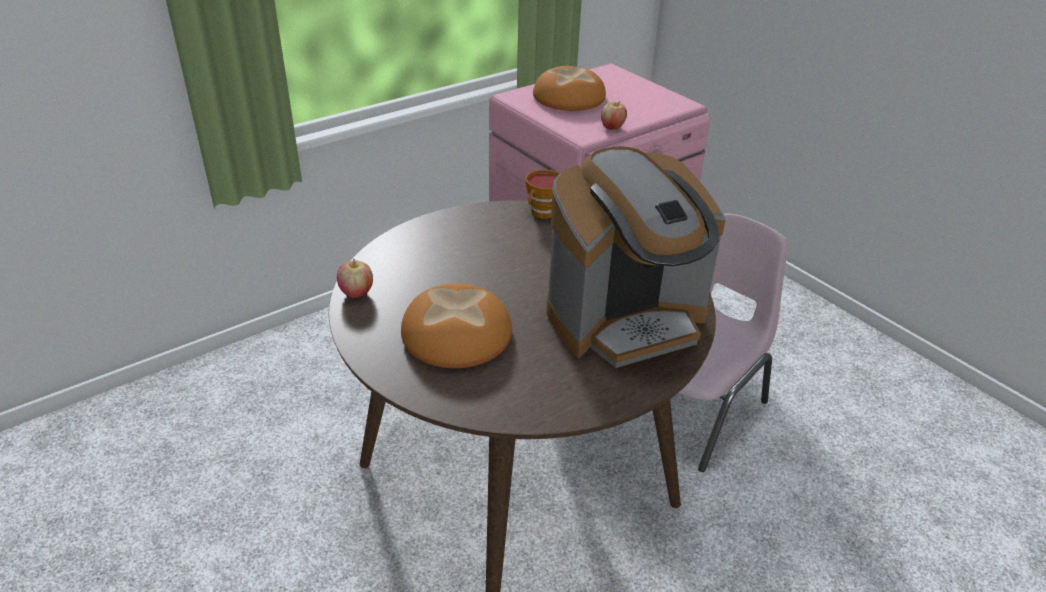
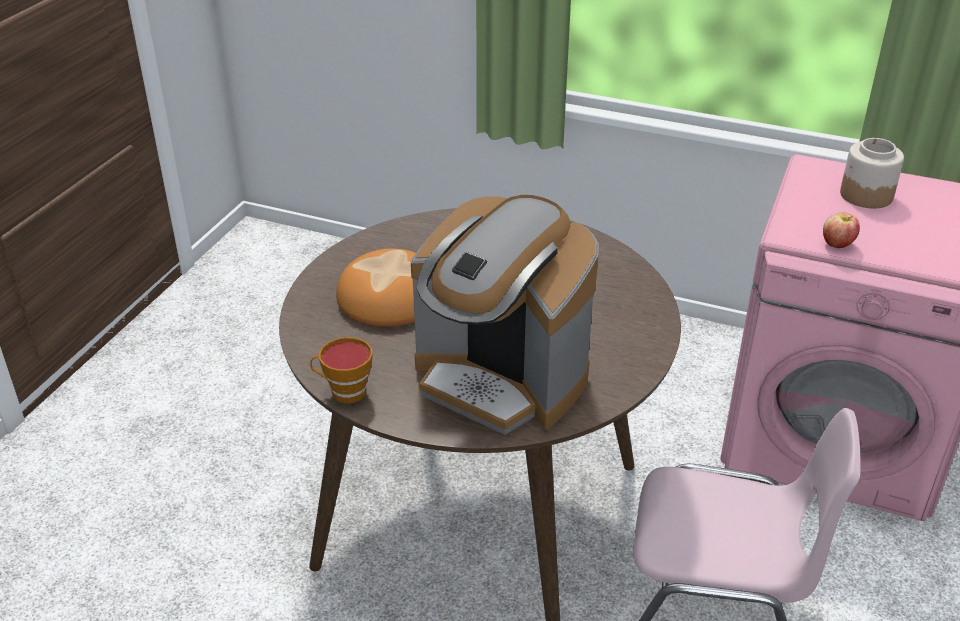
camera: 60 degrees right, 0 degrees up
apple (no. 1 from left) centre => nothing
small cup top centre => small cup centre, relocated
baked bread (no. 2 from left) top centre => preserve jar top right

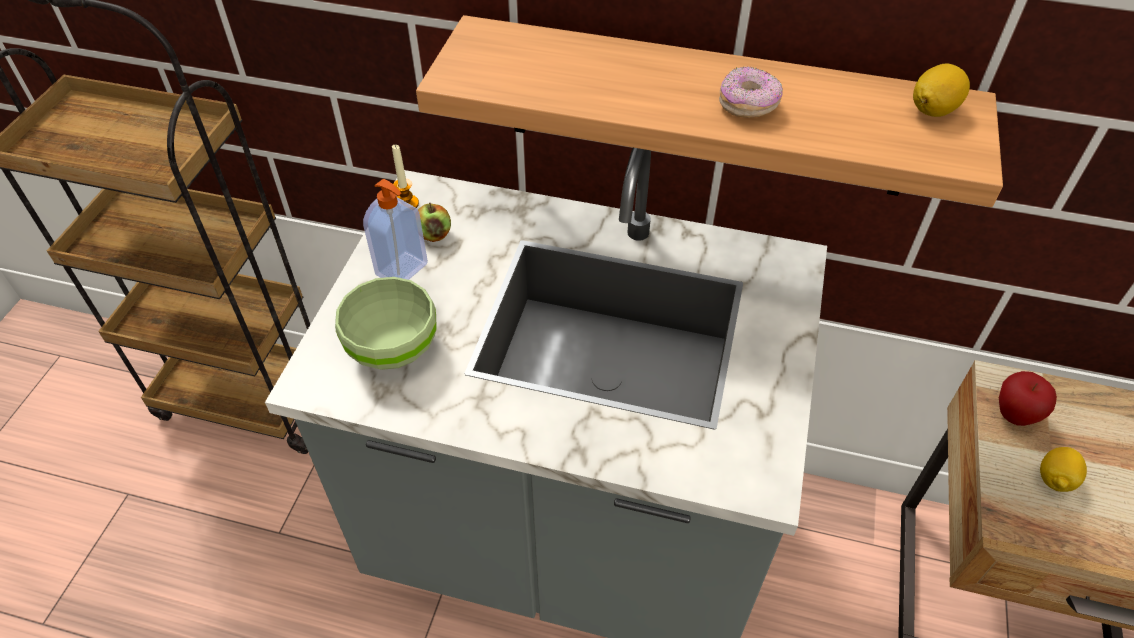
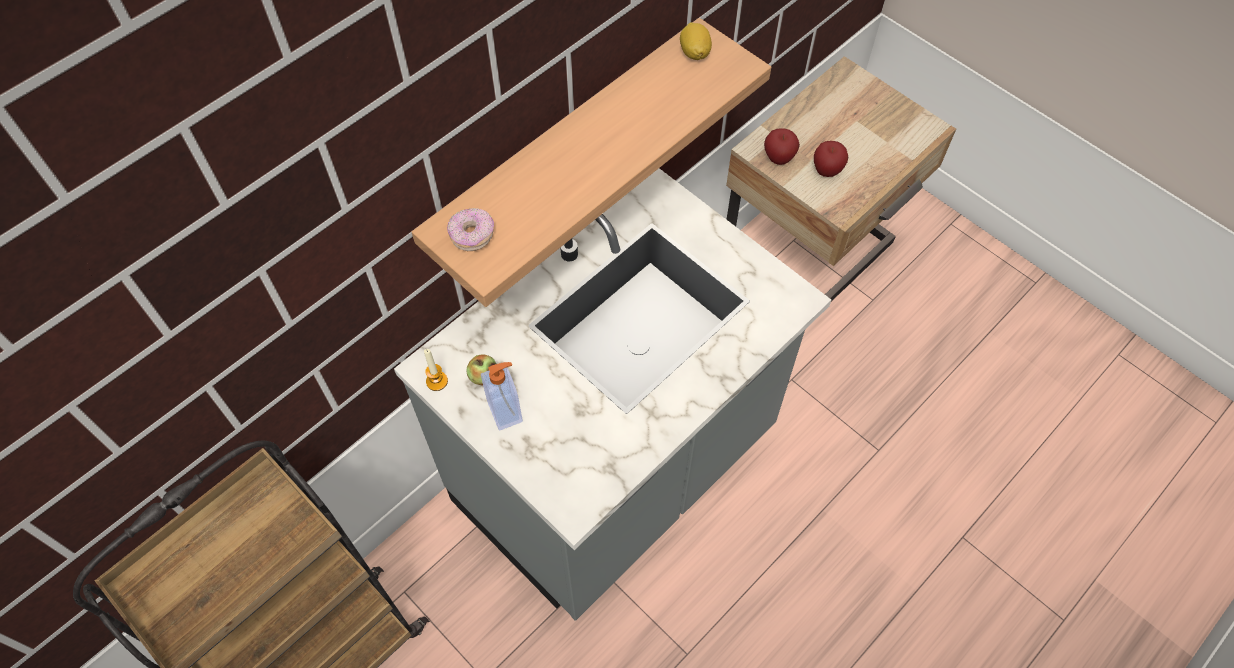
camera: 60 degrees left, 10 degrees up
deep dish/green-coloured centre => nothing
doughnut top centre => doughnut centre, relocated
whole lemon (no. 2 from left) bottom right => apple (no. 3 from left) top right

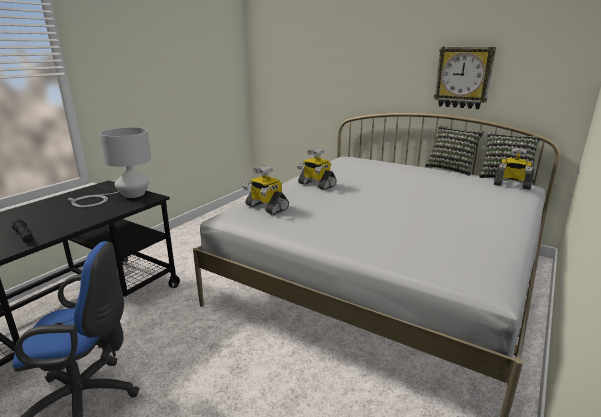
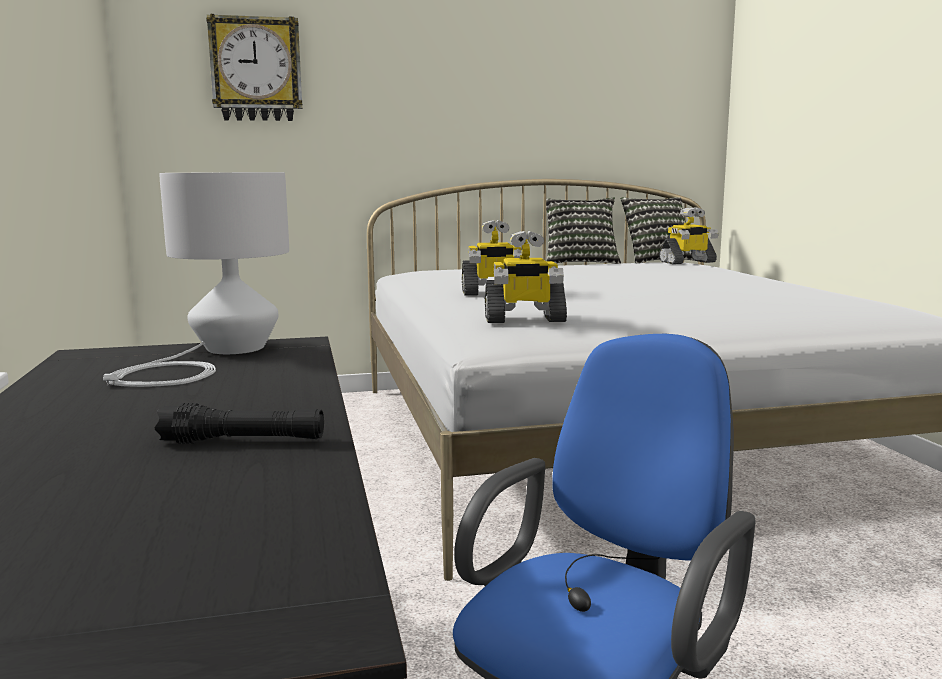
camera: 45 degrees left, 10 degrees down
clock on the wall top right => clock on the wall top left, relocated

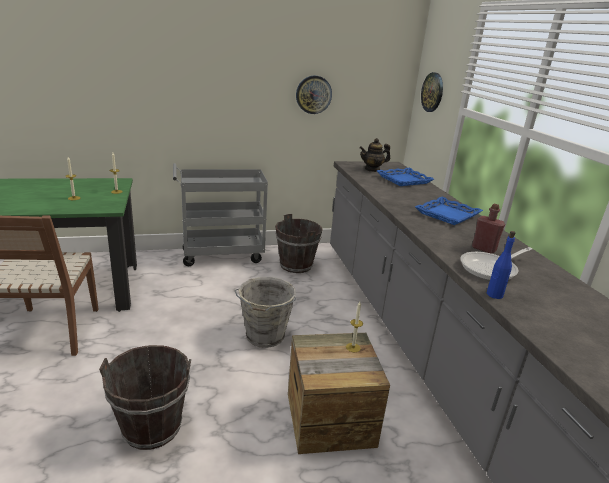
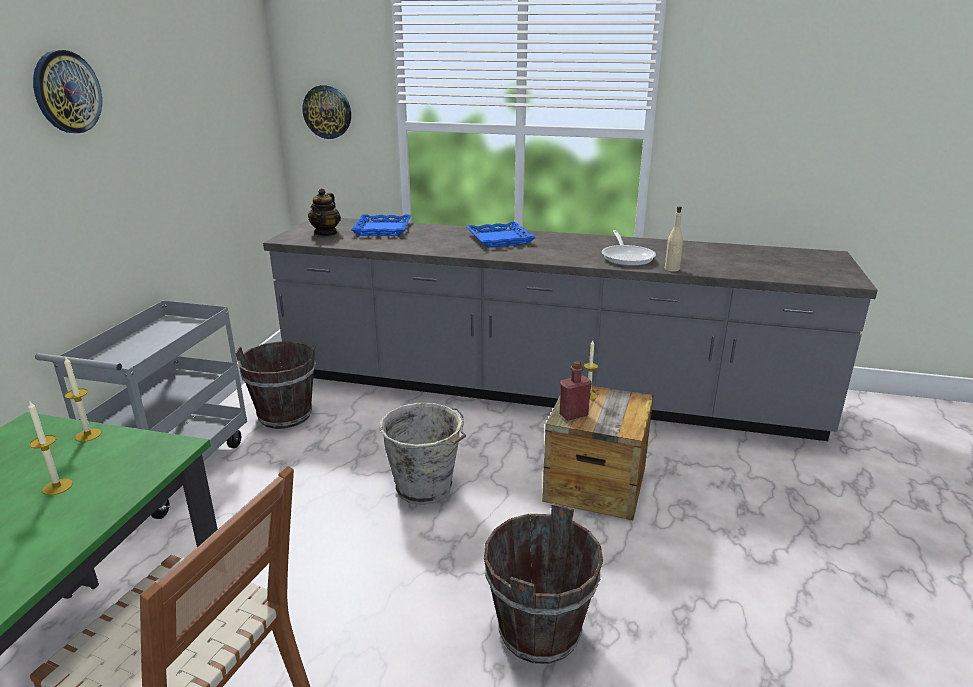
camera: 60 degrees left, 0 degrees up
clock on the wall (no. 1 from left) top centre => clock on the wall (no. 1 from left) top left, relocated
beverage bottle/red-coloured middle right => beverage bottle/red-coloured centre, relocated
beverage bottle/bluish middle right => beverage bottle/sand-coloured middle right

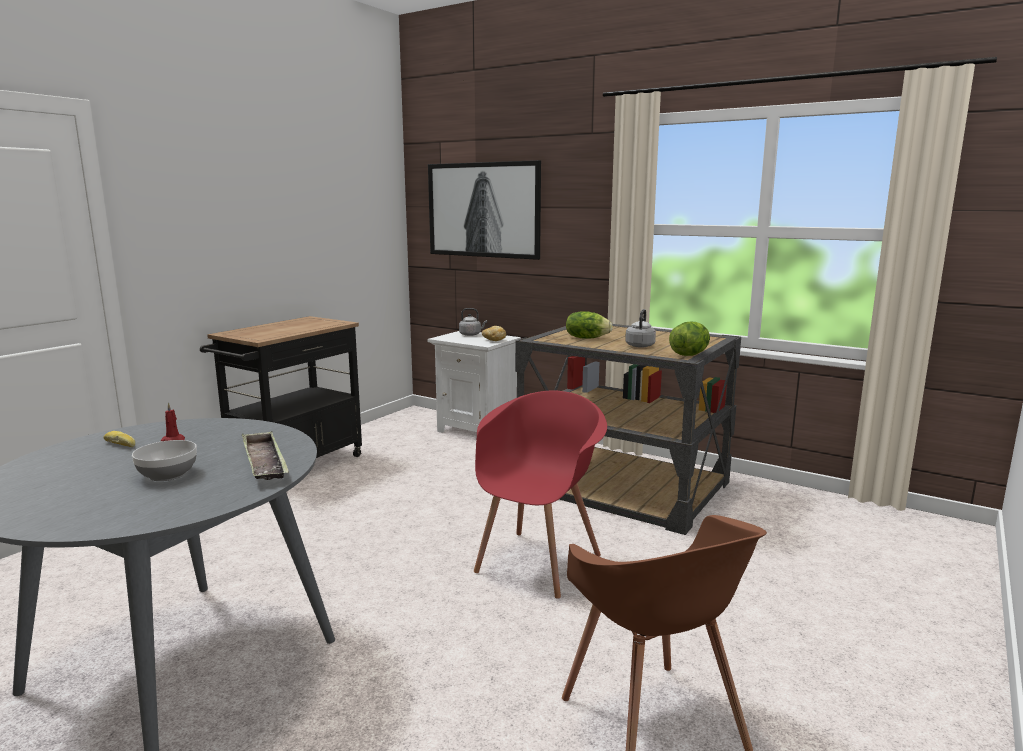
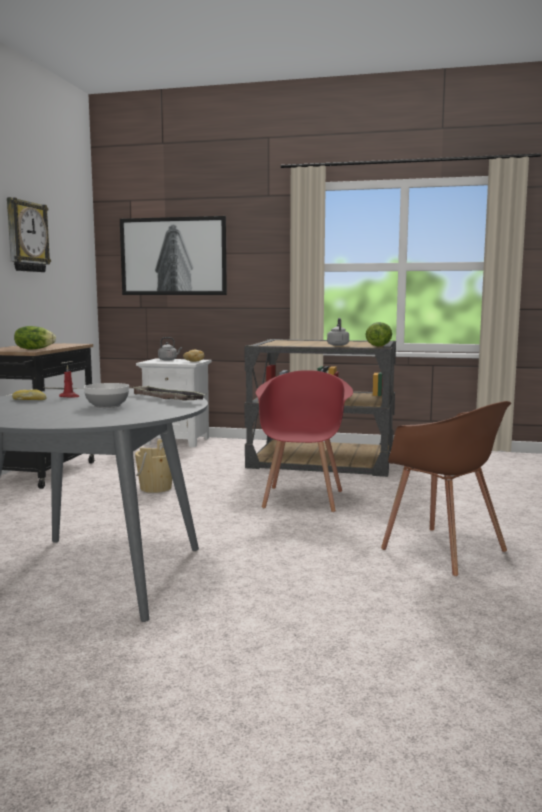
camera: 20 degrees left, 5 degrees down
lettuce (no. 1 from left) centre => lettuce (no. 1 from left) middle left, relocated
nothing => clock on the wall top left
nothing => bucket/sand-coloured middle left

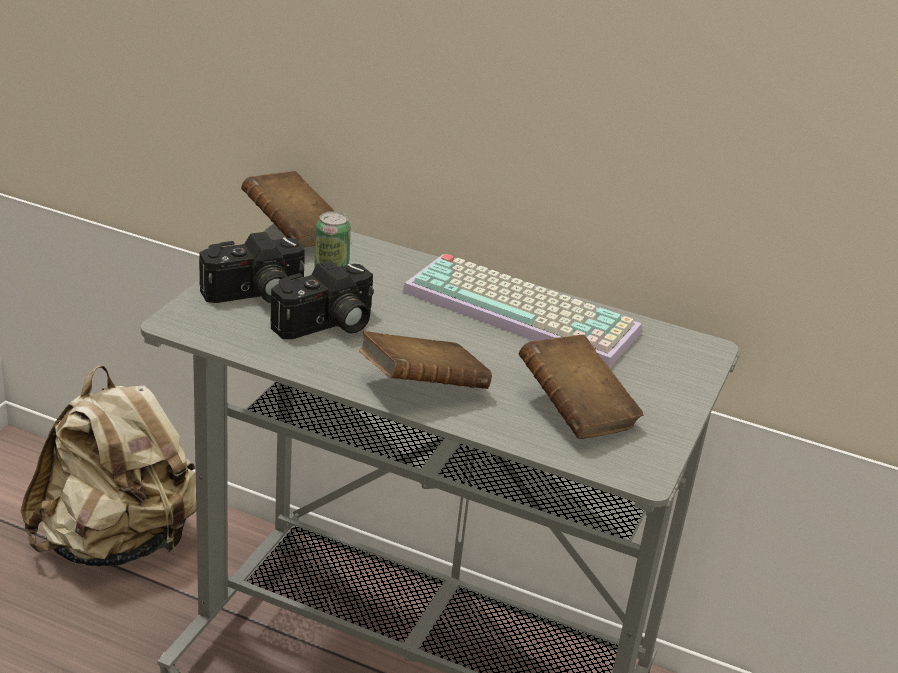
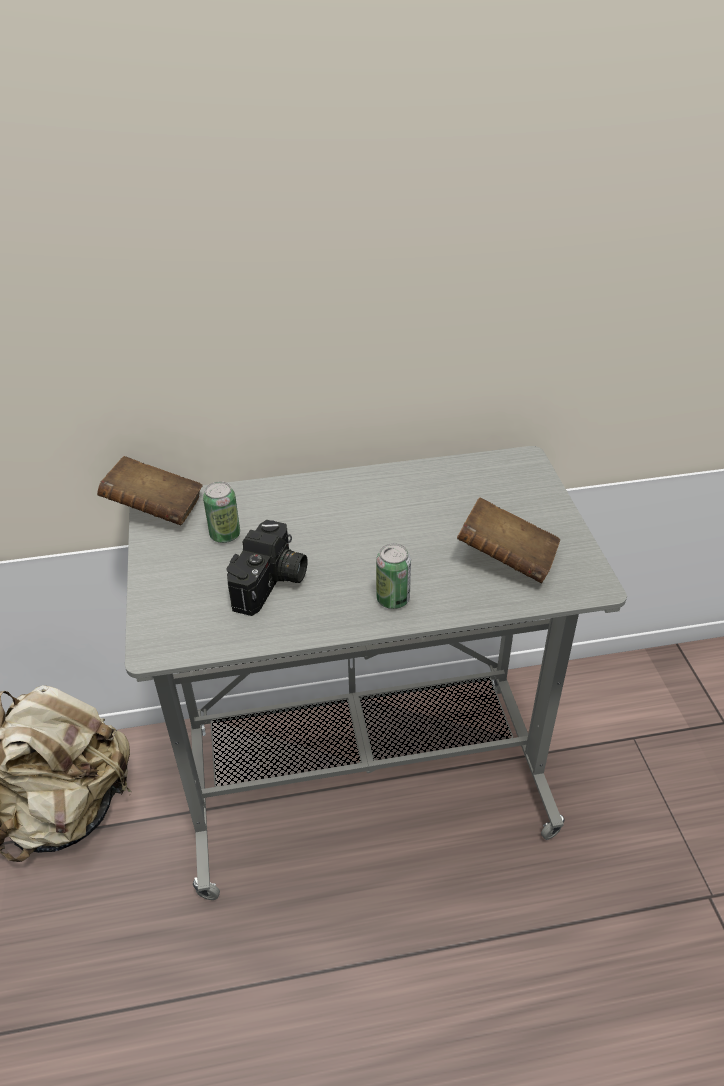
camera: 30 degrees left, 10 degrees up
photo camera (no. 1 from left) middle left => nothing
volume/brown-coloured (no. 2 from left) centre => can (no. 2 from left) centre
computer keyboard centre => nothing

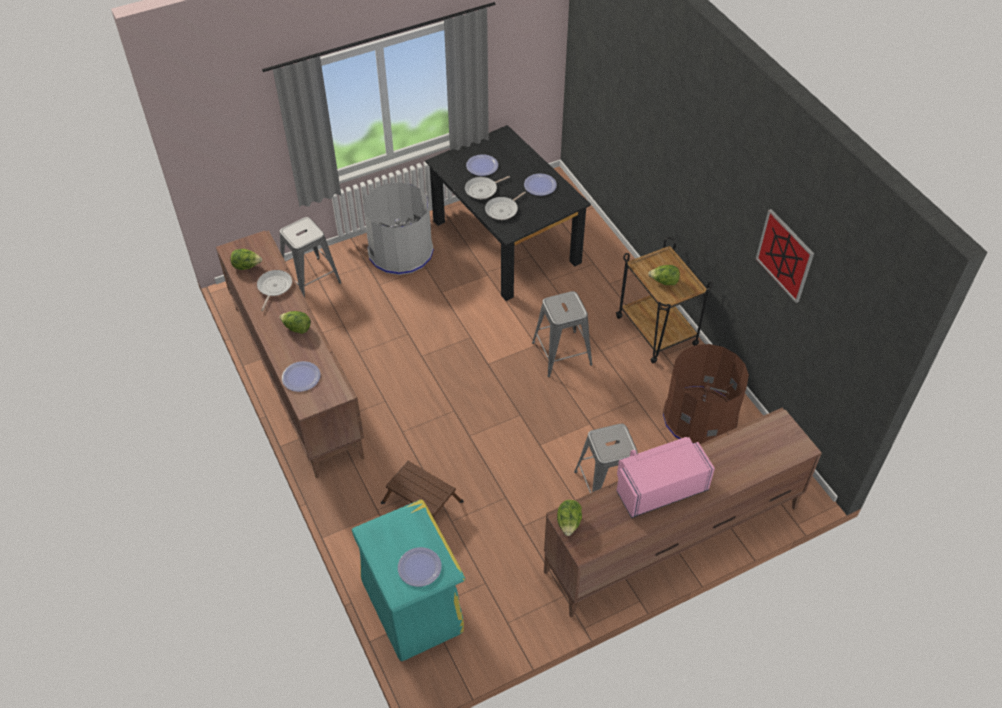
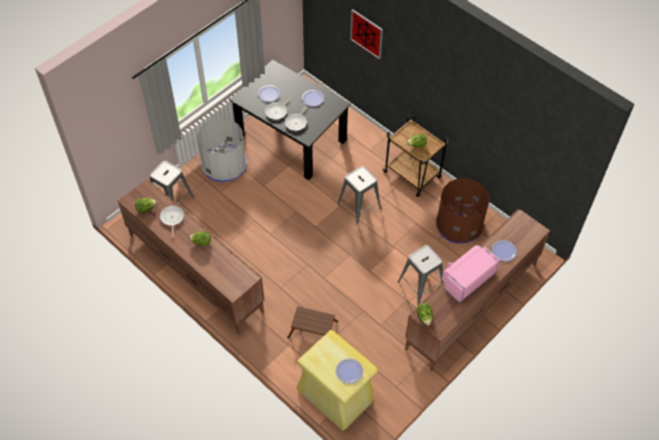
camera: 20 degrees left, 5 degrees up
plate (no. 1 from left in the first image) middle left => plate (no. 4 from left) middle right, relocated
night table/blue-green bottom centre => night table/yellow-coloured bottom centre
wall art middle right => wall art top centre, relocated

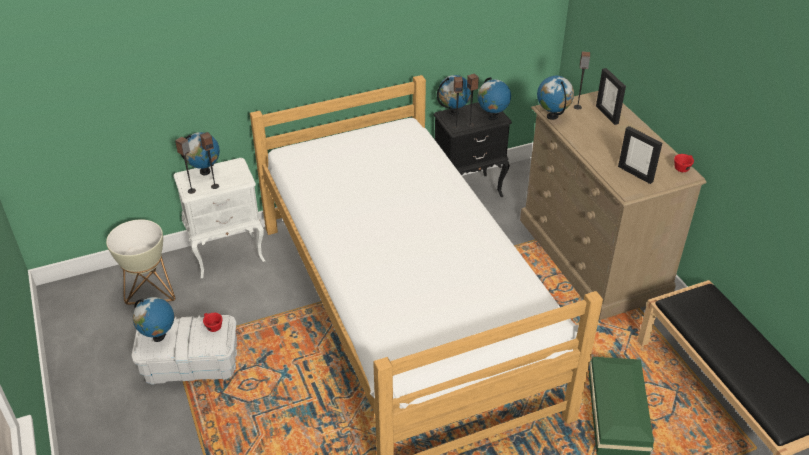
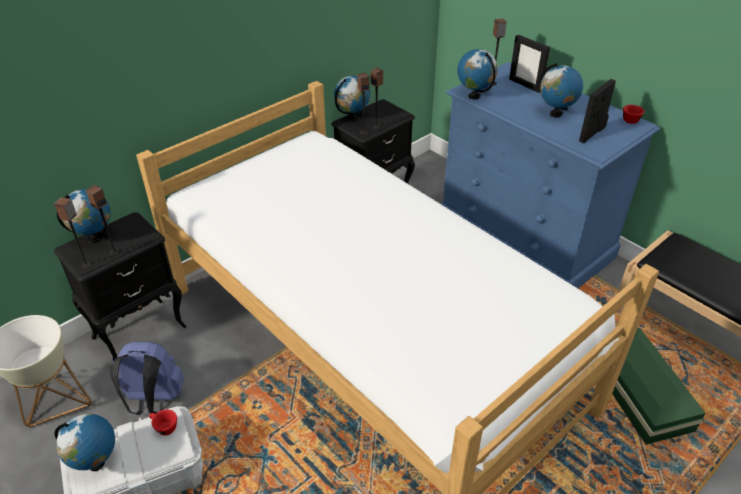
camera: 20 degrees left, 0 degrees up
night table/white middle left => night table/black-coloured (no. 1 from left) middle left
world globe (no. 4 from left in the first image) top centre => world globe (no. 5 from left) top right, relocated
dresser/sand-coloured middle right => dresser/bluish middle right
picture frame (no. 2 from left) middle right => picture frame (no. 2 from left) top right, 105 degrees clockwise
nothing => rucksack/bluish bottom left

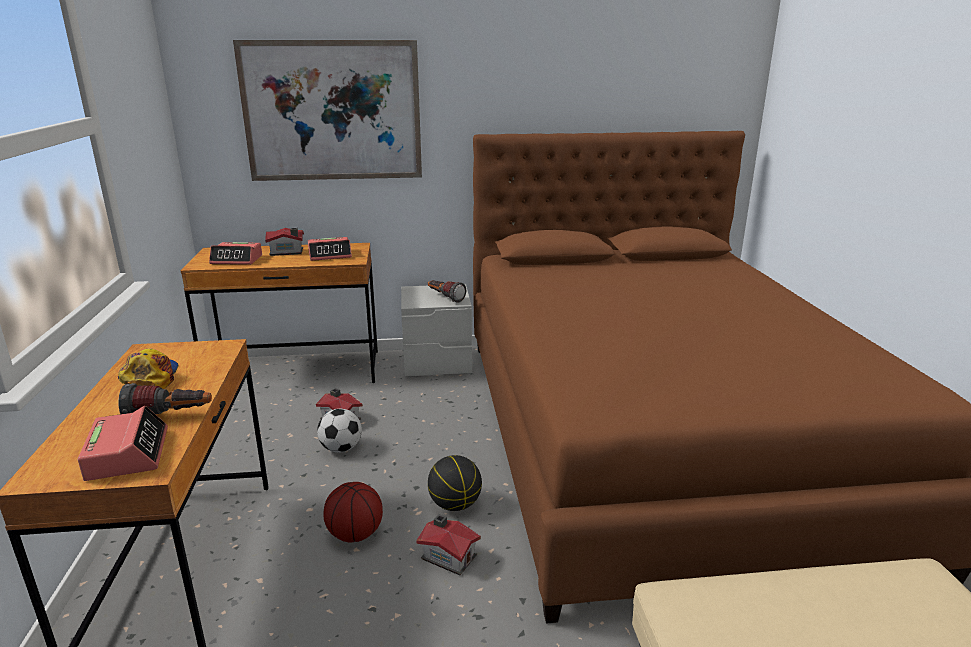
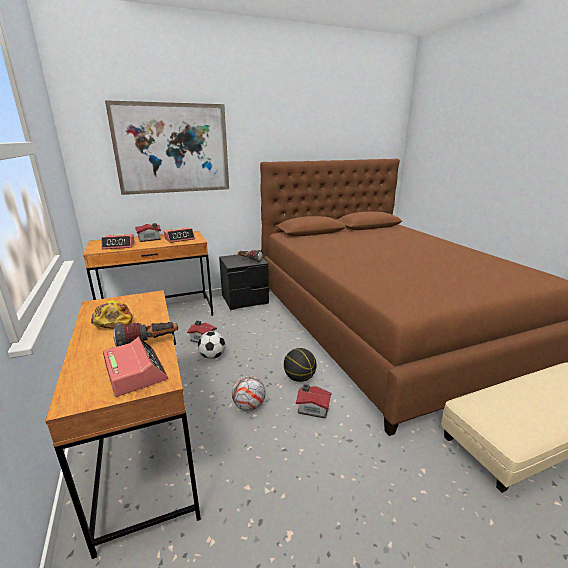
camera: 15 degrees left, 0 degrees up
basketball ball (no. 1 from left) bottom centre => football ball (no. 2 from left) bottom centre
night table/white centre => night table/black-coloured centre

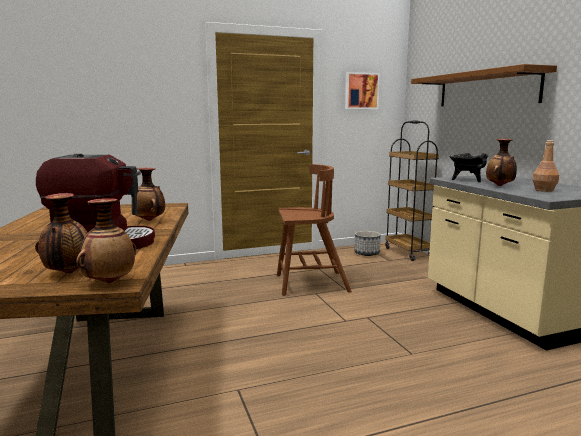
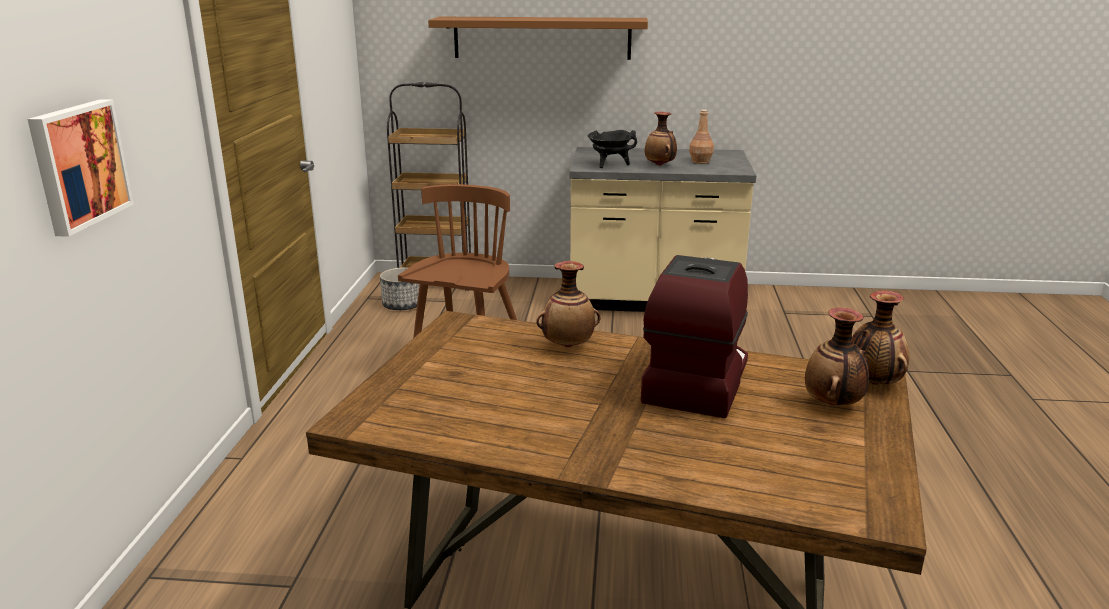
camera: 65 degrees left, 10 degrees up
wall art top centre => wall art top left, relocated

